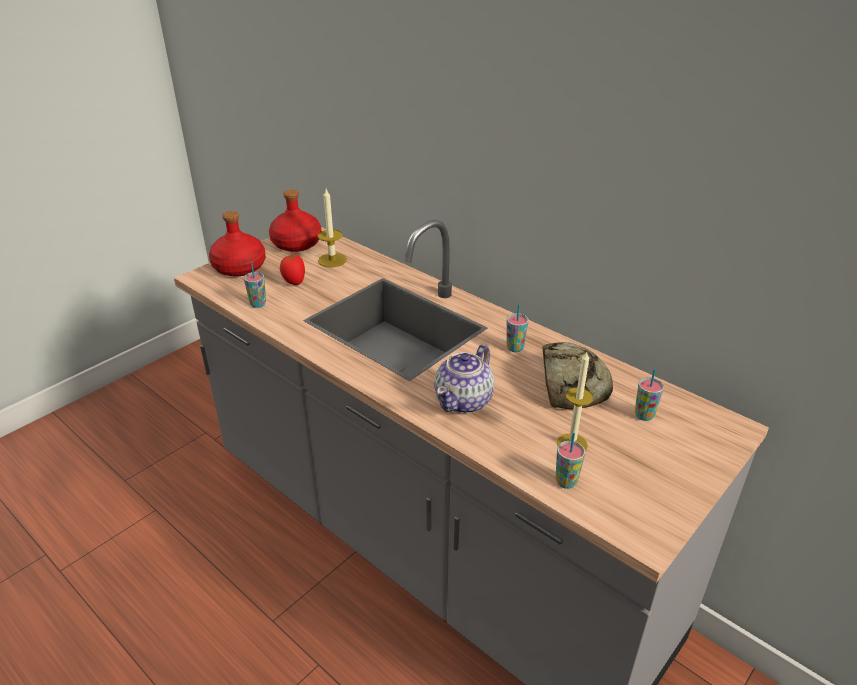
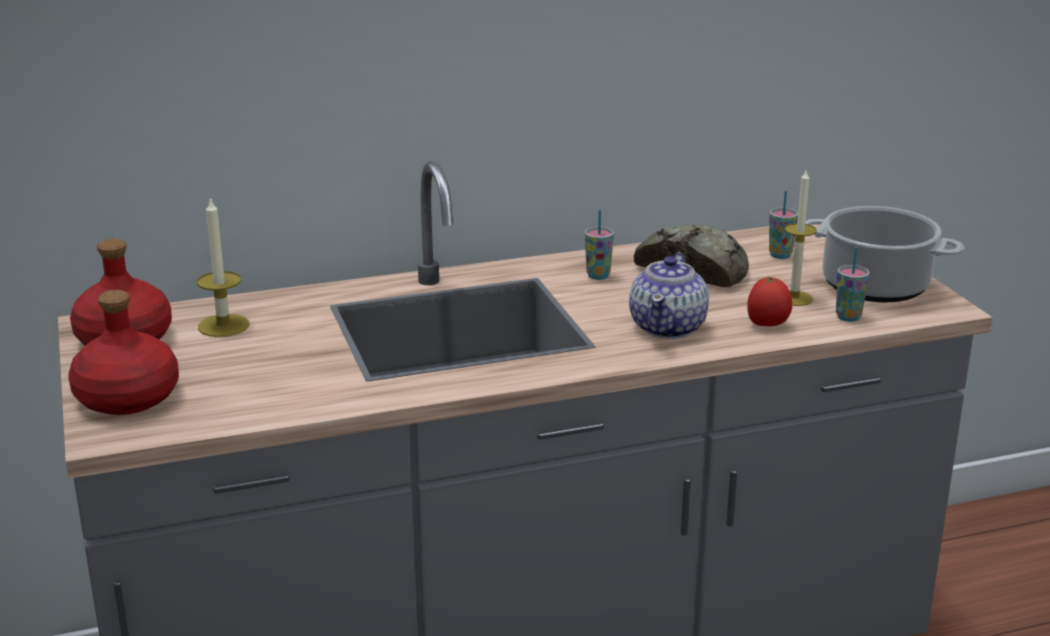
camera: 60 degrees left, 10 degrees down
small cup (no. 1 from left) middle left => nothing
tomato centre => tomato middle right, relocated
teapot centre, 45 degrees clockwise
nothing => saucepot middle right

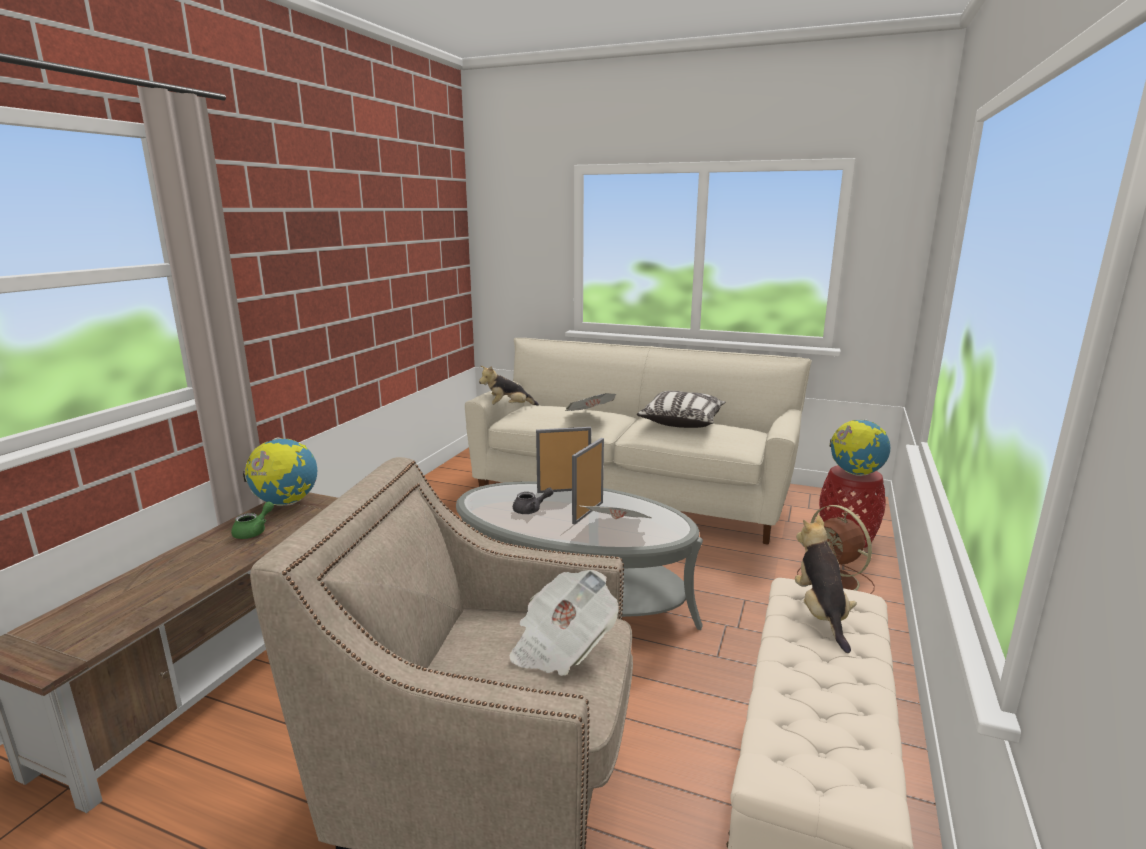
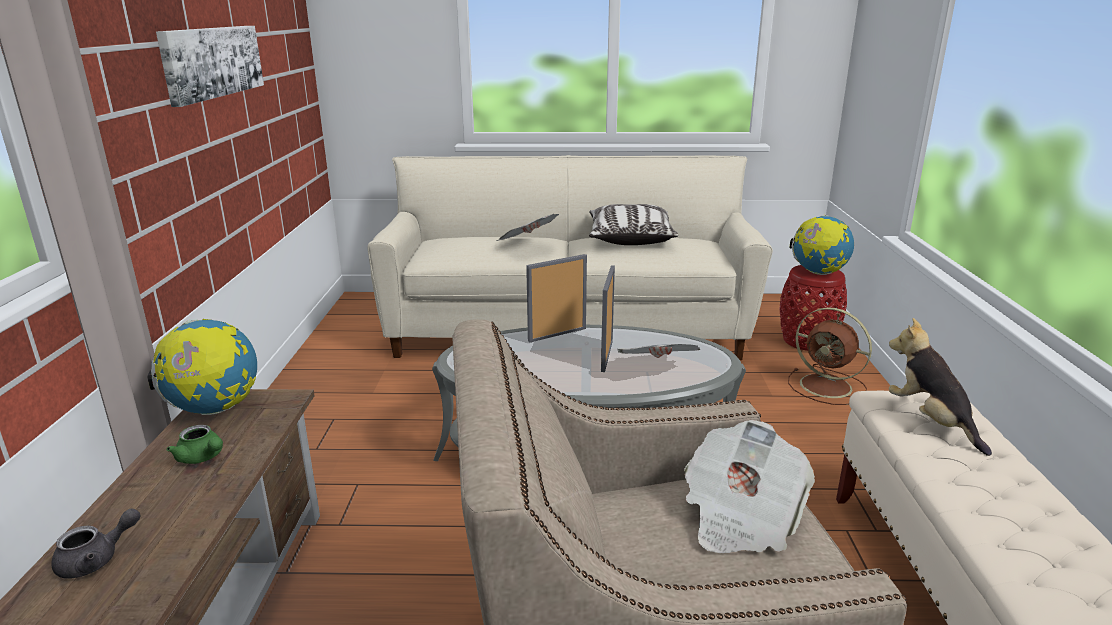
camera: 20 degrees left, 5 degrees up
teapot/green-coloured middle left => teapot/green-coloured bottom left, 120 degrees clockwise
cuddly toy (no. 1 from left) centre => nothing
teapot/gray centre => teapot/gray bottom left, relocated
nothing => wall art top left

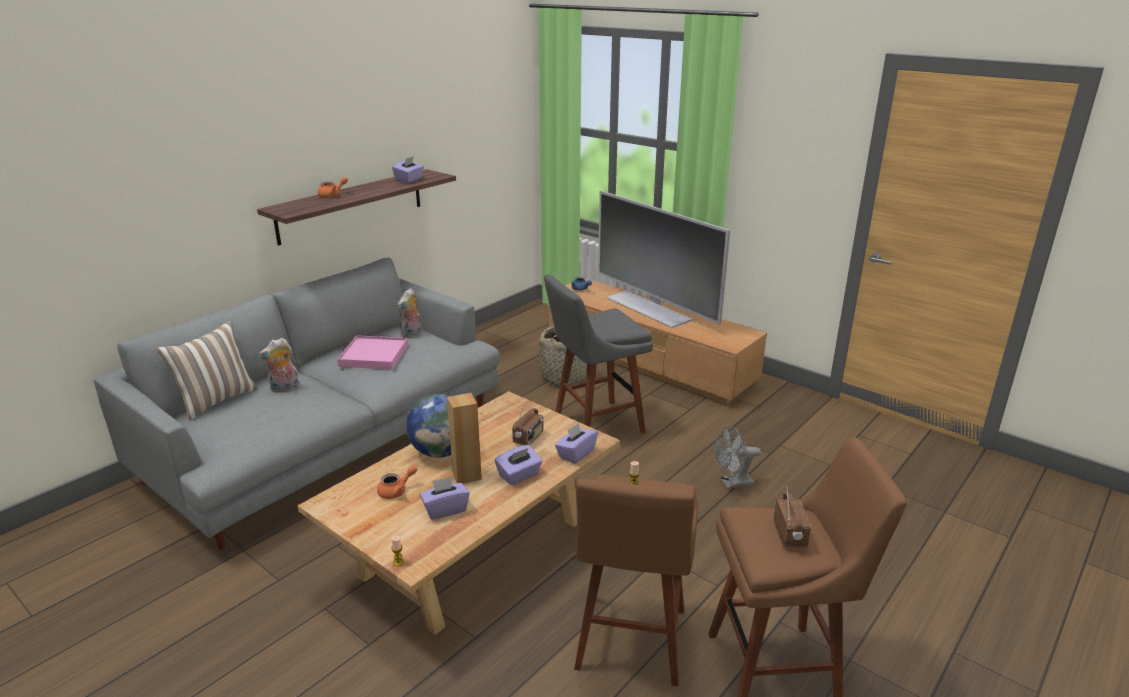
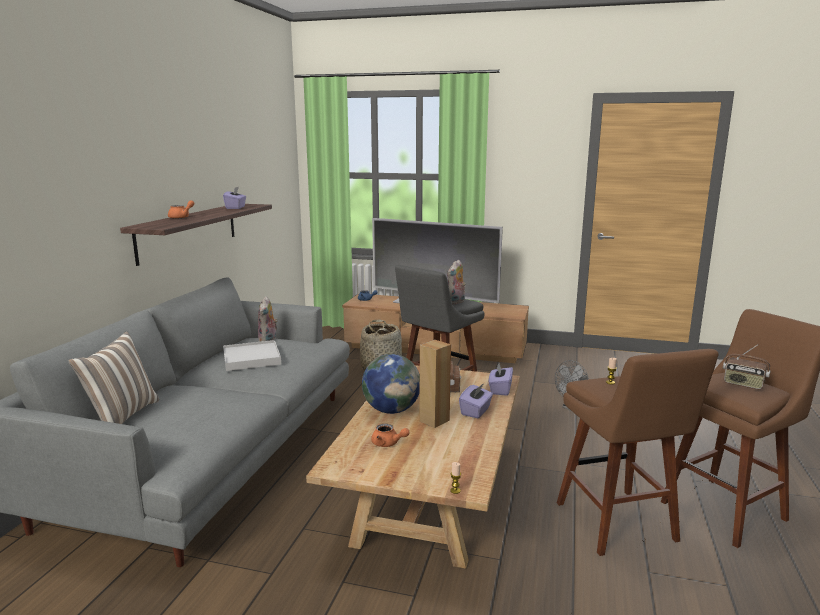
camera: 25 degrees left, 10 degrees down
cuddly toy (no. 1 from left in the first image) middle left => cuddly toy (no. 2 from left) centre, relocated
carrying tray/pink middle left => carrying tray/white middle left
teapot/orange-coloured (no. 2 from left) bottom centre, 90 degrees clockwise
tissue holder/purplish (no. 2 from left) bottom centre => nothing
radio (no. 2 from left) bottom right => radio (no. 2 from left) middle right, 150 degrees clockwise

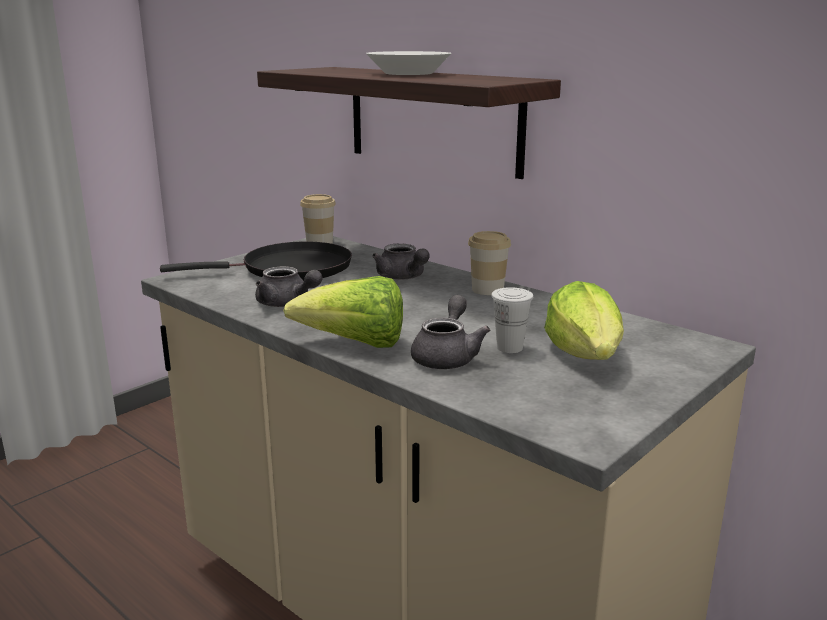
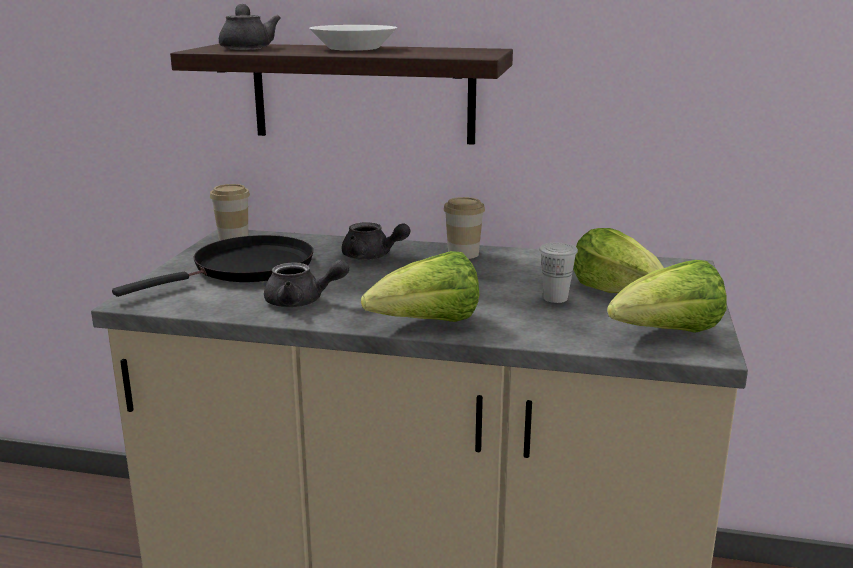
camera: 30 degrees left, 0 degrees up
teapot/gray (no. 3 from left in the first image) centre => teapot/gray (no. 1 from left) top left, relocated
nothing => lettuce (no. 3 from left) middle right

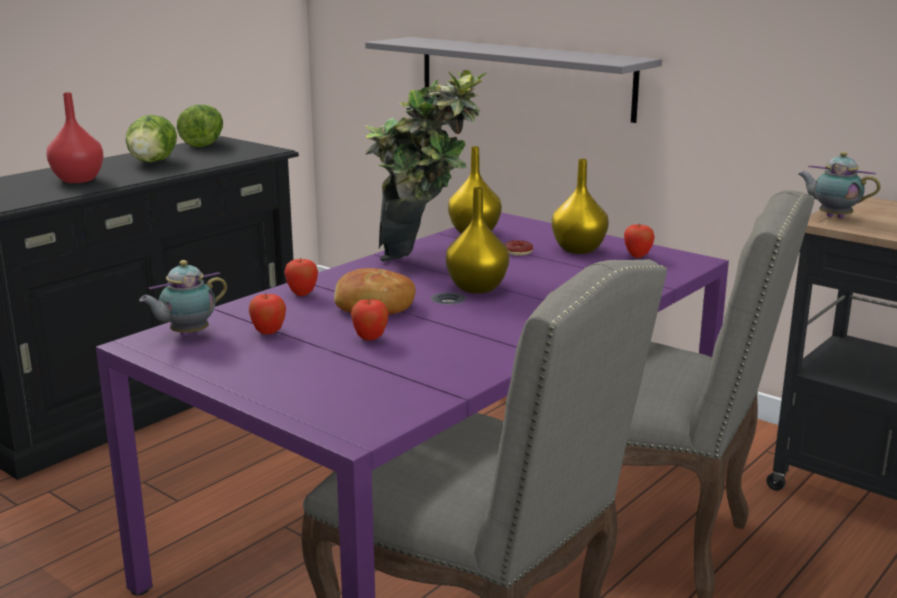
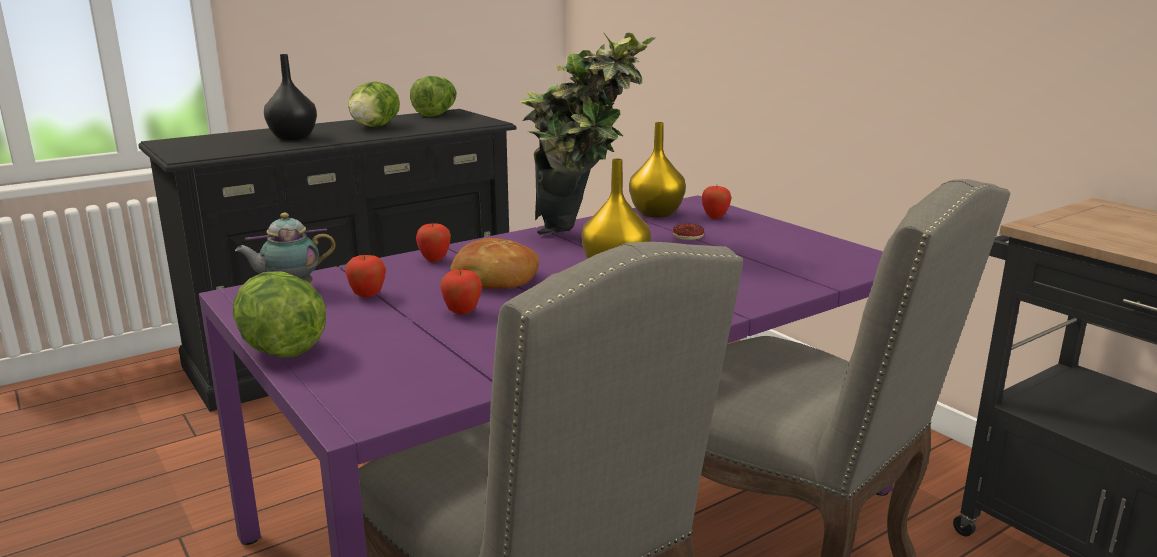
camera: 15 degrees right, 0 degrees up
decorative vase/red-coloured top left => decorative vase/black-coloured top left
wall shelf/gray top centre => nothing
decorative vase/yellow-coloured (no. 3 from left) centre => nothing
apple (no. 4 from left) middle right => apple (no. 4 from left) centre, relocated
teapot (no. 2 from left) top right => nothing
nothing => lettuce (no. 1 from left) middle left

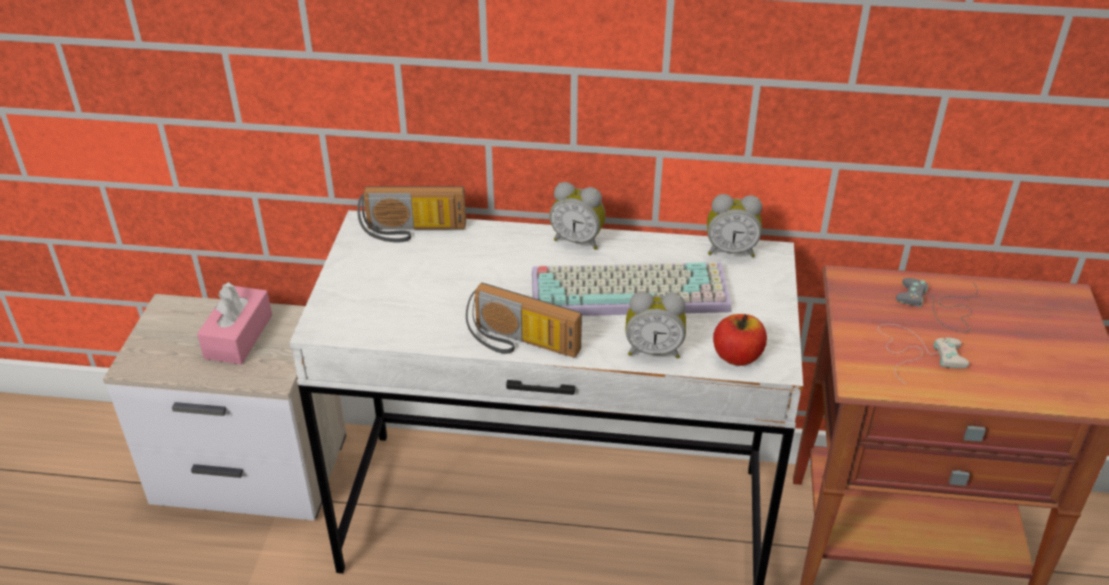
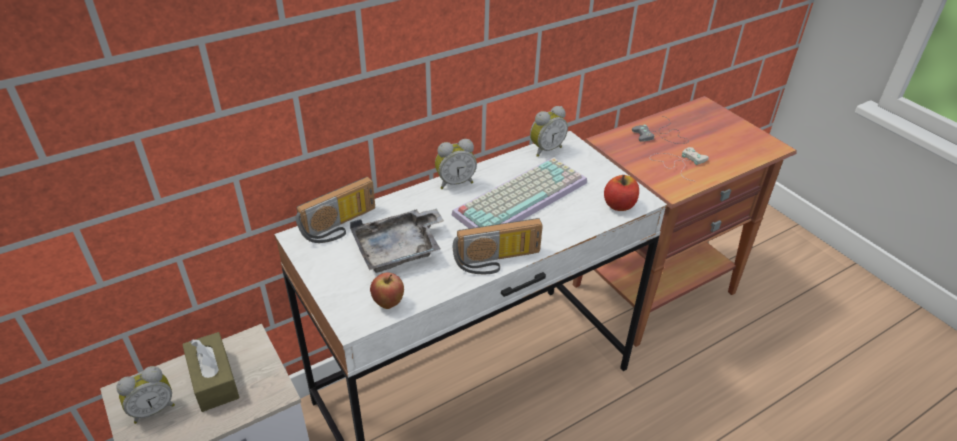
camera: 40 degrees left, 0 degrees up
tissue holder/pink middle left => tissue holder/brown-coloured bottom left
alarm clock (no. 2 from left in the first image) centre => alarm clock (no. 1 from left) bottom left, relocated
nothing => carrying tray/gray centre
nothing => apple (no. 1 from left) centre

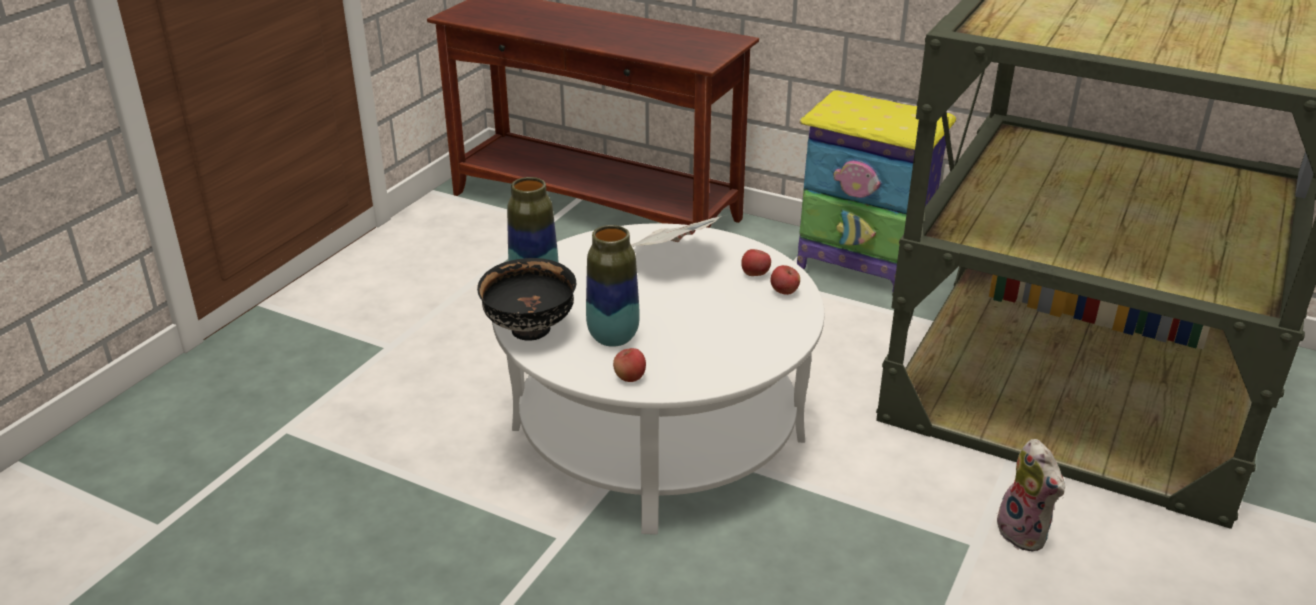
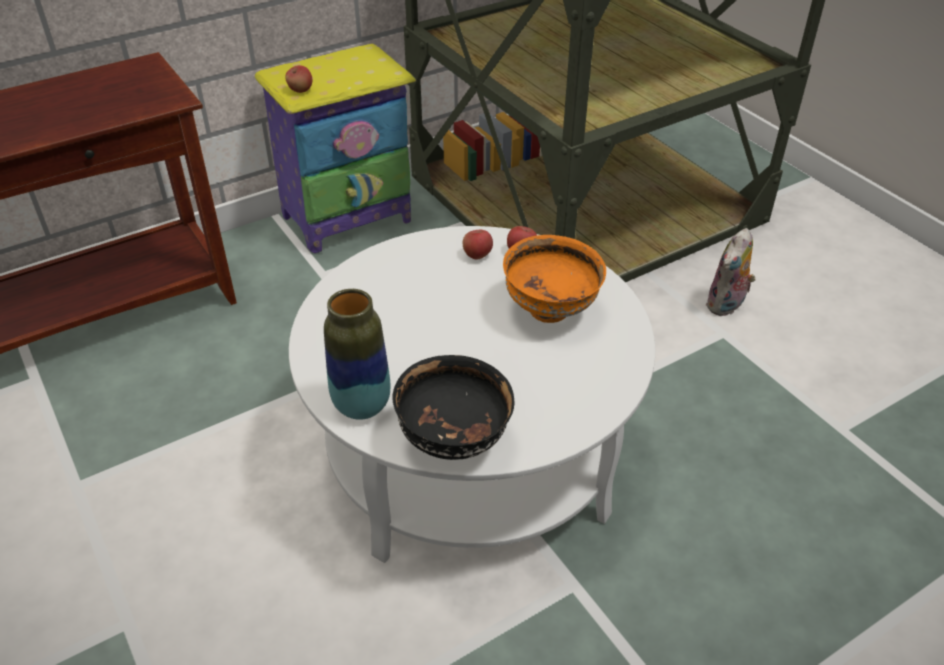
camera: 60 degrees left, 10 degrees up
decorative vase (no. 2 from left) centre => nothing
apple (no. 1 from left) centre => apple (no. 1 from left) top left, relocated
daily paper centre => nothing
cuddly toy bottom right => cuddly toy middle right, 120 degrees clockwise
nothing => deep dish/orange-coloured centre

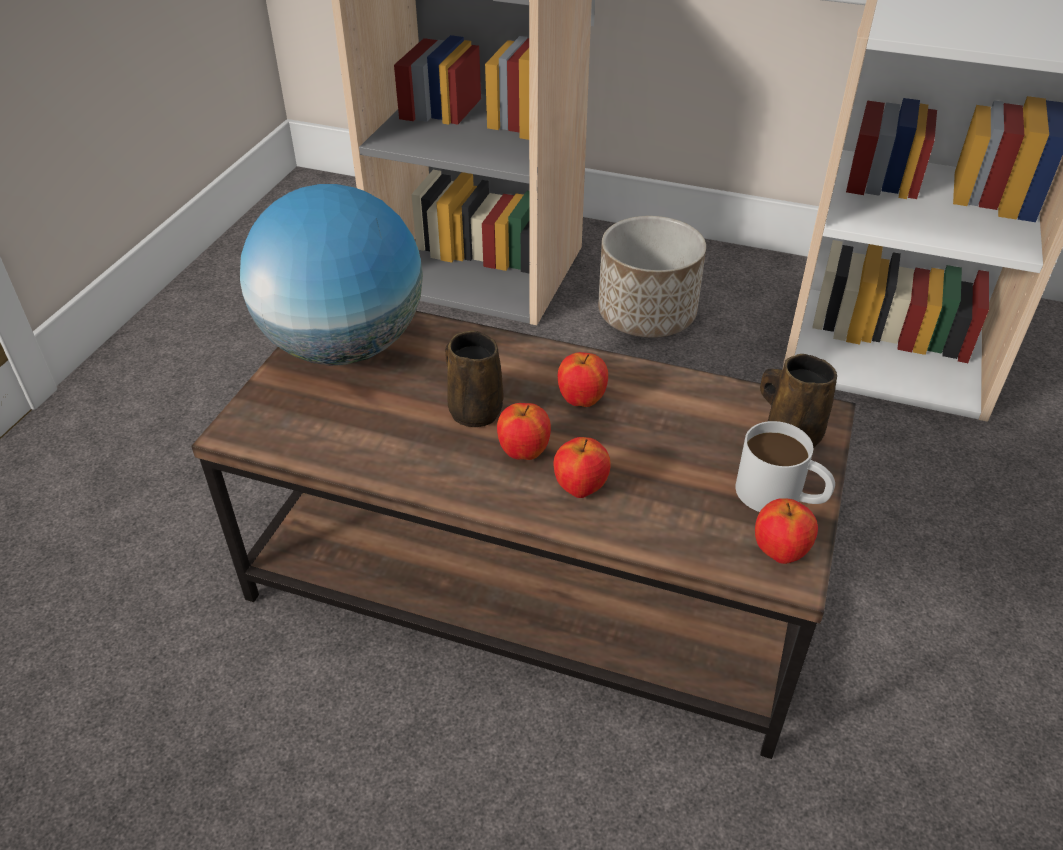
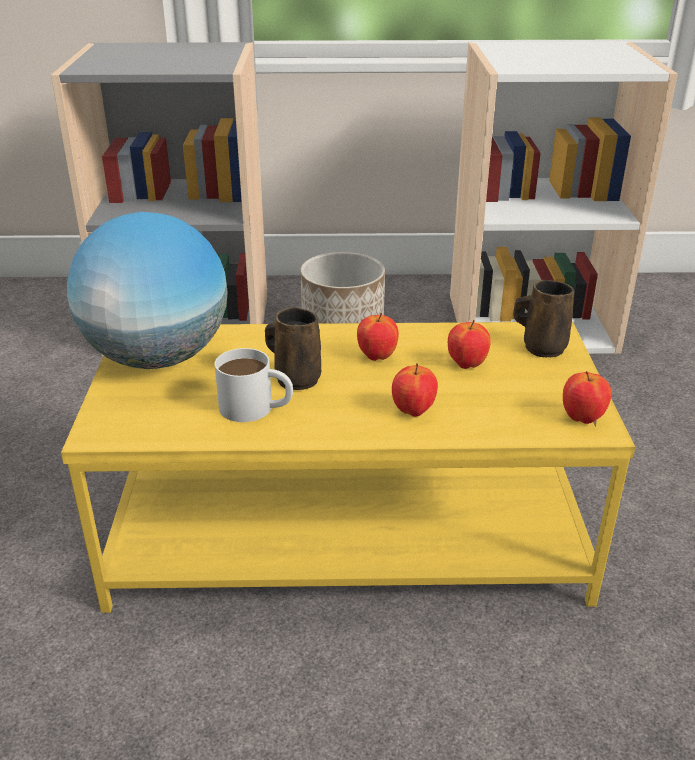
camera: 20 degrees left, 10 degrees down
coffee table/brown-coloured centre => coffee table/yellow-coloured centre
apple (no. 1 from left in the first image) centre => apple (no. 3 from left) middle right, relocated
coffee mug/white middle right => coffee mug/white centre, relocated

